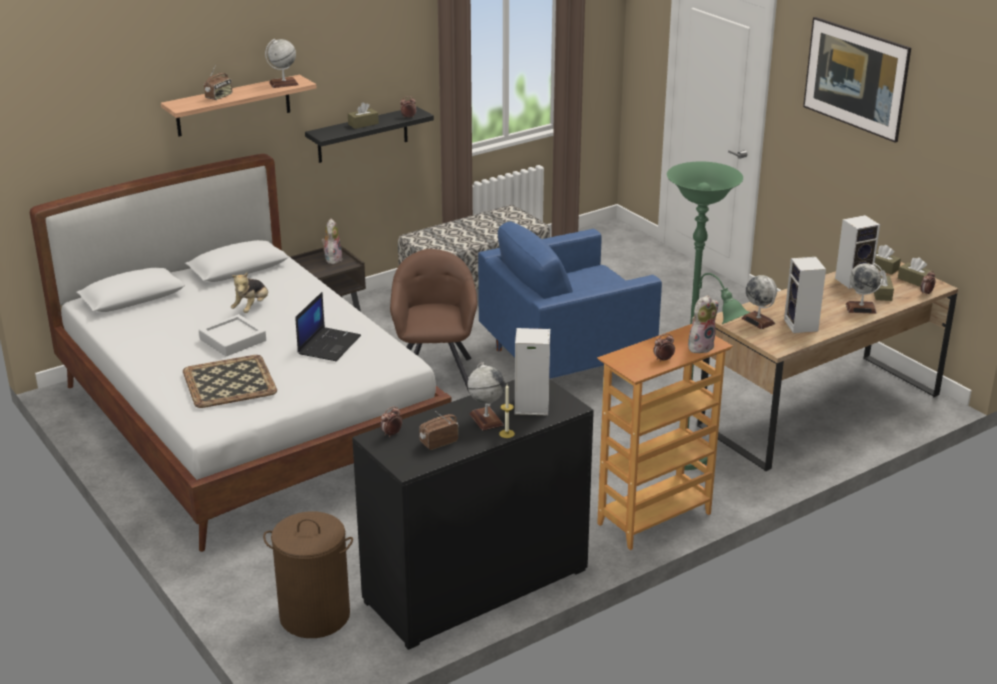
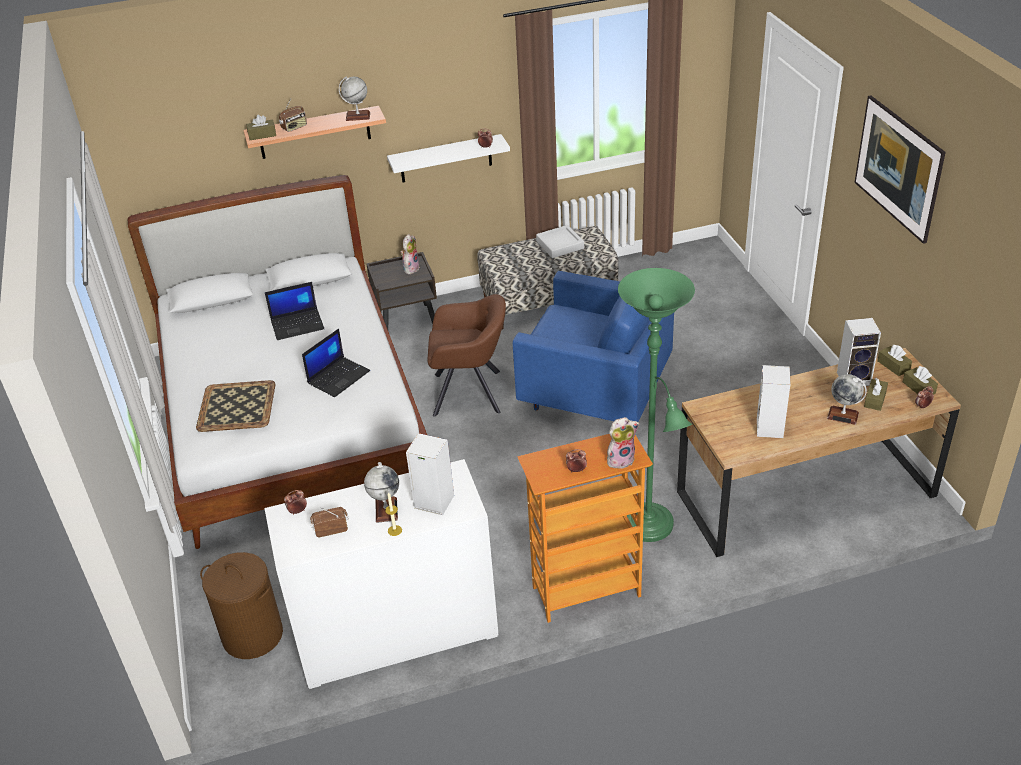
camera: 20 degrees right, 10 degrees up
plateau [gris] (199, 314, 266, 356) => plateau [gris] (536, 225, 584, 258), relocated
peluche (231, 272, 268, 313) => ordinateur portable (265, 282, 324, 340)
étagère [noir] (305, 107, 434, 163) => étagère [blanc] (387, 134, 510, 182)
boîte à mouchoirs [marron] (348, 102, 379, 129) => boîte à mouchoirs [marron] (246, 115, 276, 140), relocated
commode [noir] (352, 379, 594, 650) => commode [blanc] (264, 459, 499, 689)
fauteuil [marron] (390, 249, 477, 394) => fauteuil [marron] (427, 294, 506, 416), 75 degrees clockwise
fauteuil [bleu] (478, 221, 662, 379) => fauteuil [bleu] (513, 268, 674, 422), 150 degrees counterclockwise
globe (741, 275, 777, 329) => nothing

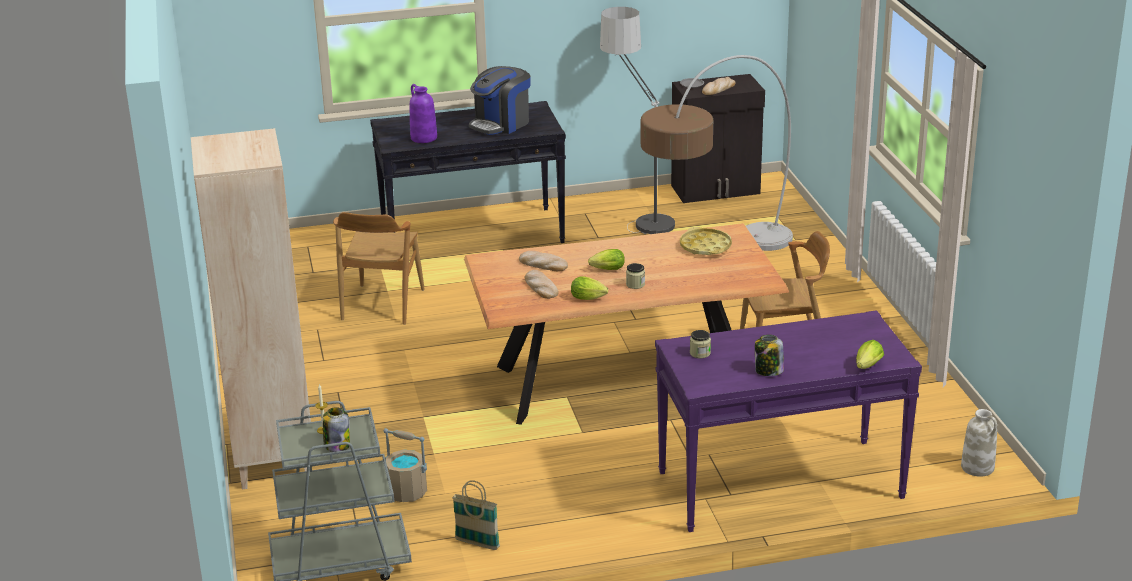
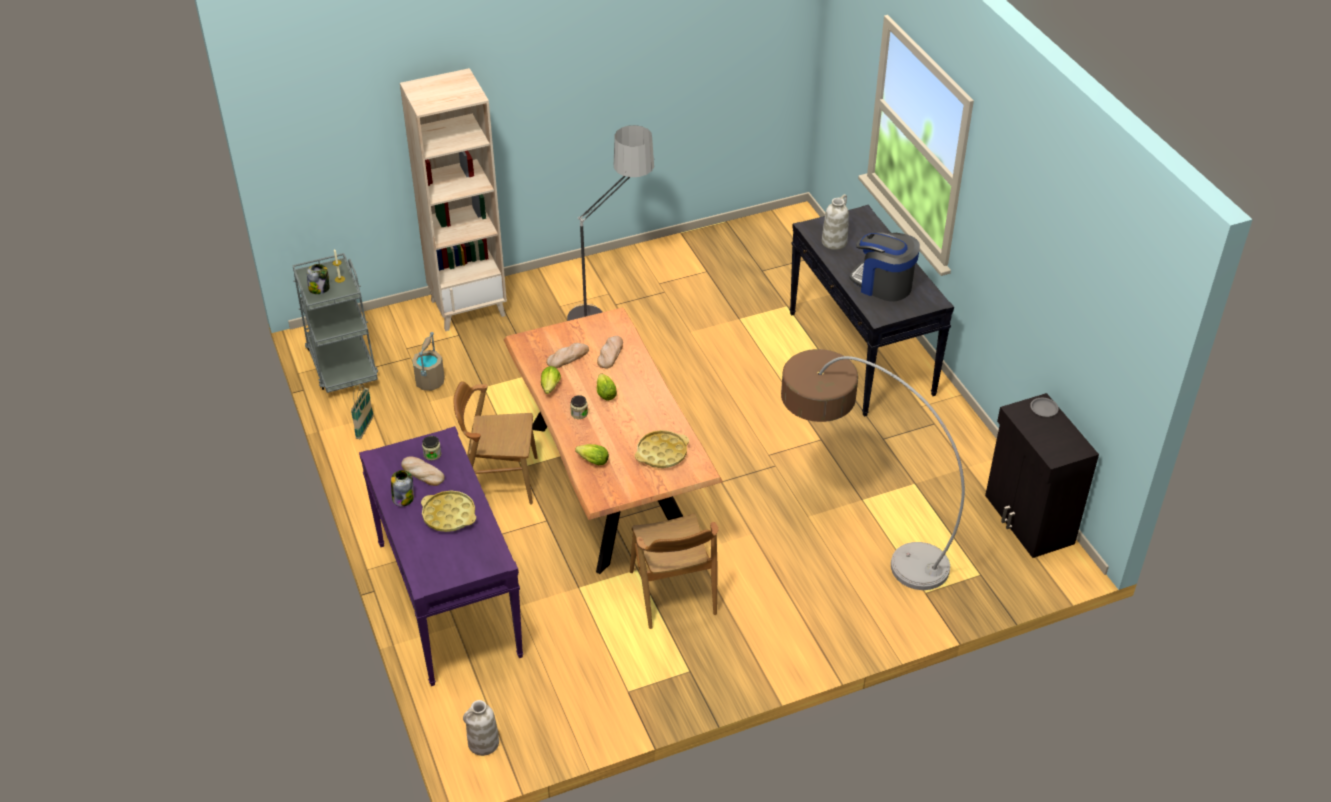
camera: 80 degrees right, 15 degrees up
chaise [marron] (333, 212, 425, 325) => chaise [marron] (453, 381, 538, 505), relocated
vase [violet] (410, 84, 437, 143) => vase [blanc] (822, 194, 849, 250)
lampadaire (600, 7, 675, 234) => lampadaire (567, 125, 654, 321), relocated
pain (702, 77, 736, 95) => pain (401, 456, 445, 486), relocated
laitue (856, 340, 884, 369) => laitue (575, 444, 609, 465), relocated
nothing => plateau [jaune] (421, 491, 476, 532)

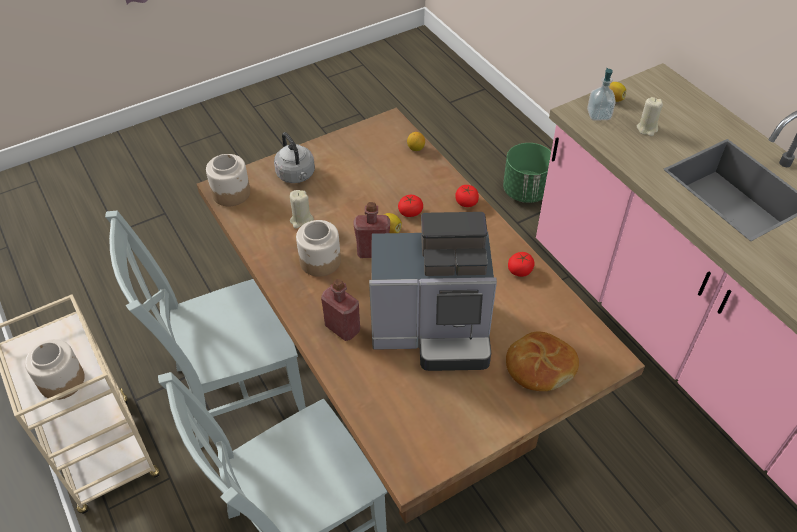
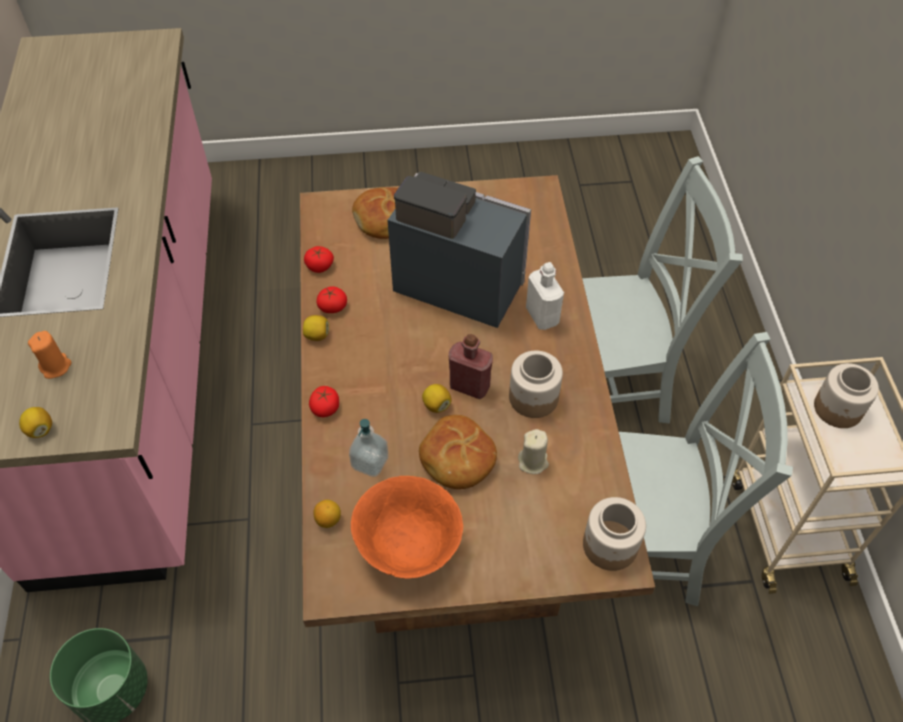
camera: 155 degrees left, 5 degrees up
bouilloire [gris] (274, 132, 315, 183) => nothing
bouteille [rouge] (321, 279, 360, 341) => bouteille [blanc] (526, 262, 564, 330)
tomate (398, 195, 423, 217) => tomate (304, 246, 334, 273), relocated
distributeur de savon (587, 68, 616, 121) => distributeur de savon (349, 419, 388, 477), relocated
bougie [beige] (637, 97, 663, 136) => bougie [orange] (28, 331, 72, 379)
nothing => citron (303, 315, 329, 341)
nothing => bol [orange] (351, 476, 463, 579)
nothing => pain (419, 415, 497, 489)

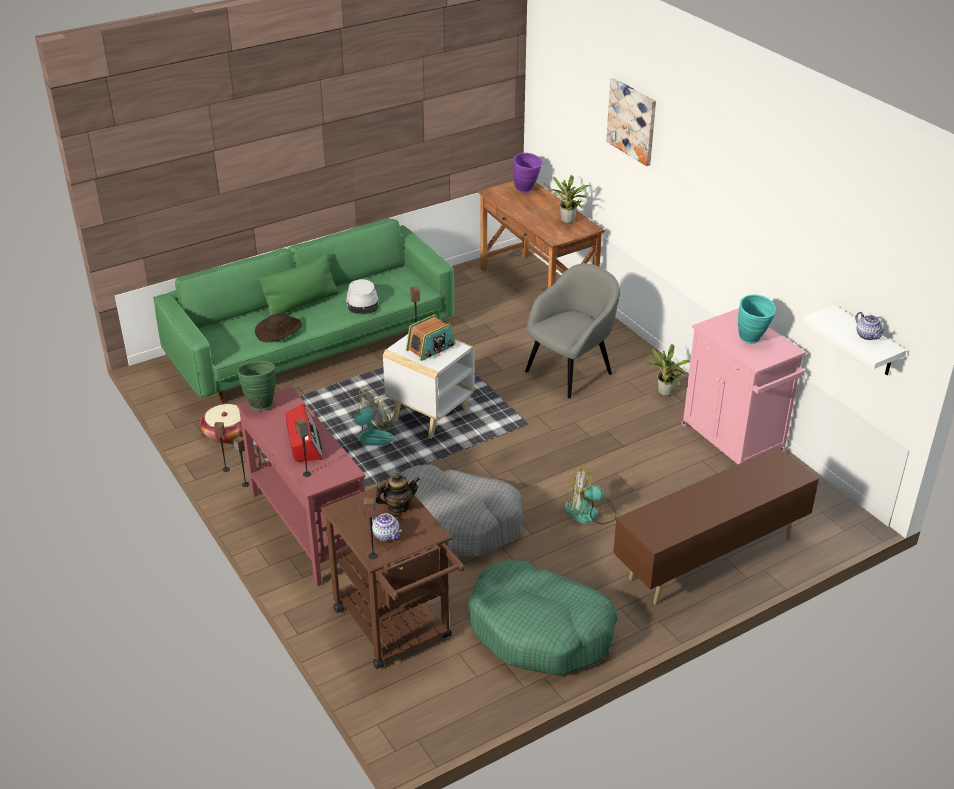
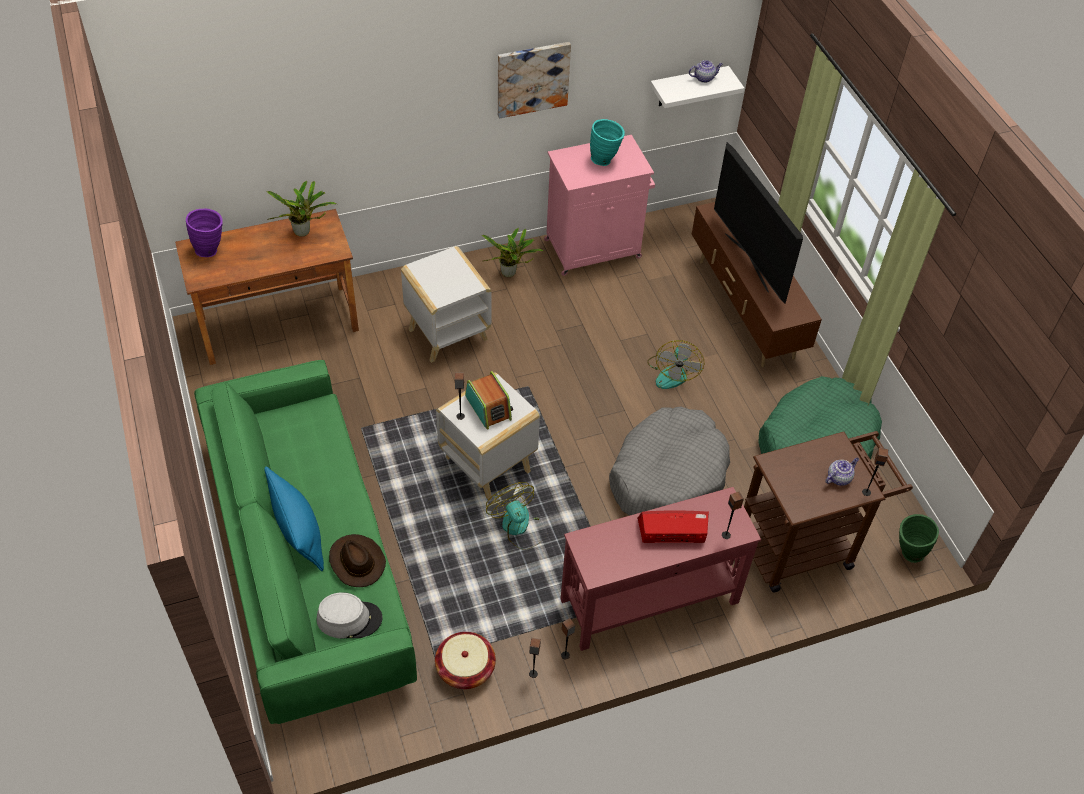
camera: 80 degrees left, 15 degrees up
vase [vert] (237, 361, 276, 411) => vase [vert] (899, 514, 939, 563), relocated
coussin [vert] (258, 253, 339, 316) => coussin [bleu] (264, 467, 324, 571)
chapeau [gris] (346, 279, 379, 314) => chapeau [gris] (317, 592, 382, 639), relocated
théière (375, 473, 420, 513) => nothing
fauteuil [gris] (525, 263, 620, 398) => table d'appoint [blanc] (401, 246, 492, 363)
tableau (606, 78, 656, 166) => tableau (498, 42, 571, 119), relocated
nothing => téléviseur (714, 142, 803, 304)

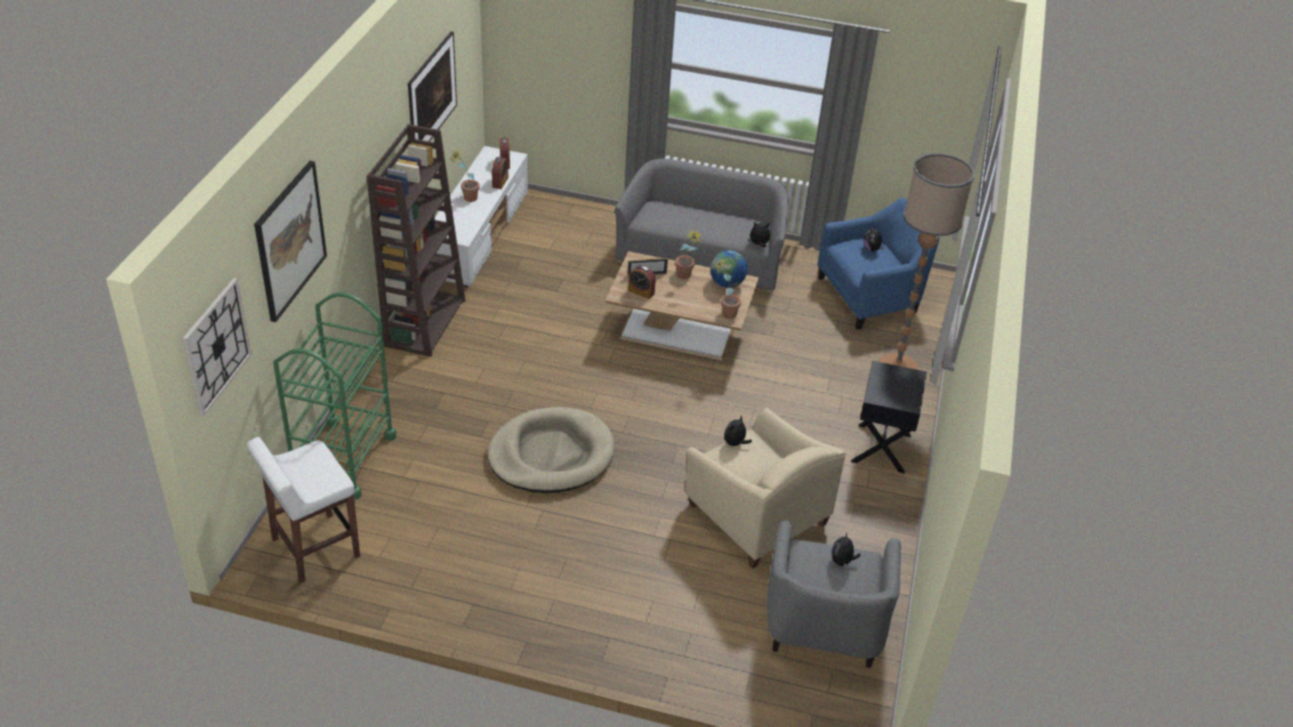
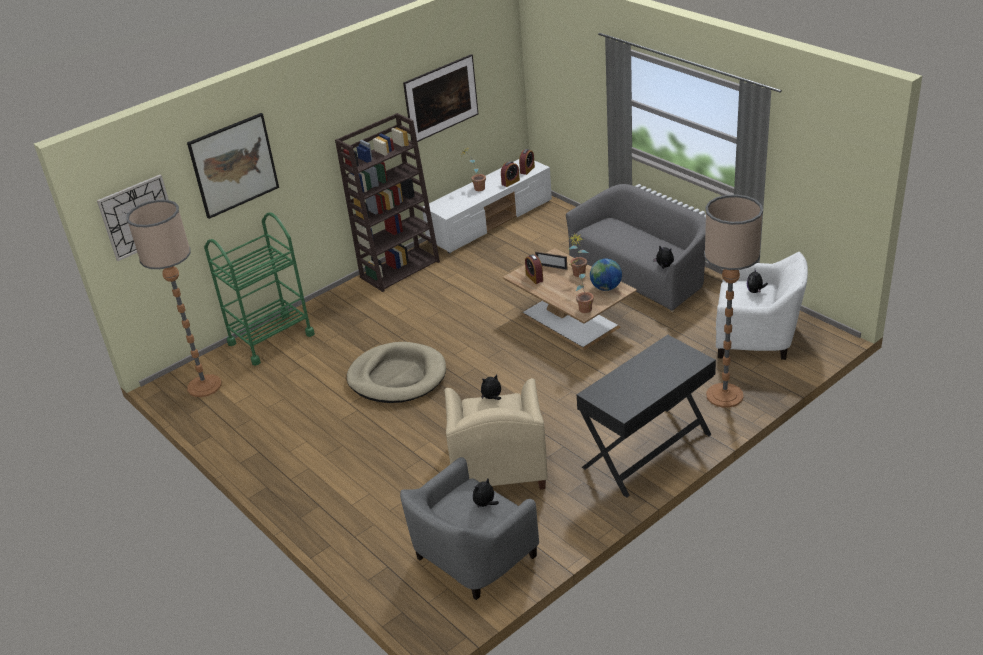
camera: 40 degrees right, 5 degrees down
tabouret [blanc] (247, 437, 360, 583) => lampadaire (126, 200, 222, 397)
fauteuil [bleu] (817, 198, 940, 330) => fauteuil [blanc] (716, 252, 808, 360)
table de chevet [noir] (851, 361, 927, 474) => bureau [noir] (577, 335, 716, 498)

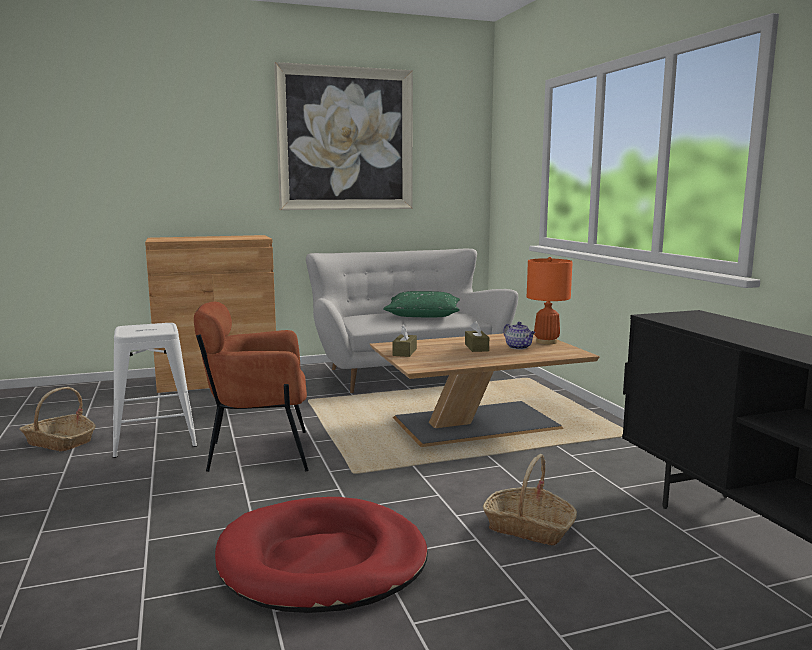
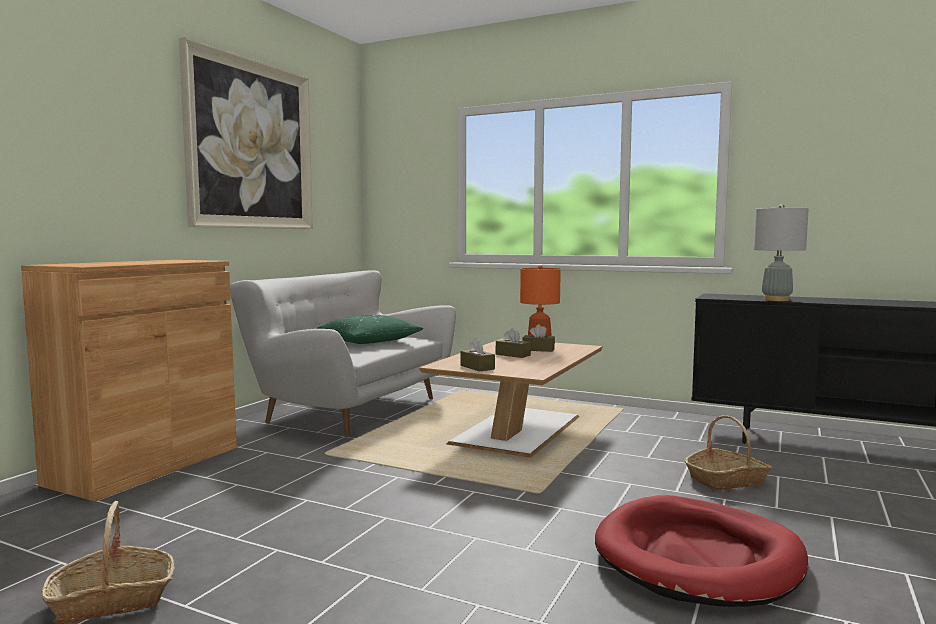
camera: 45 degrees left, 5 degrees down
tabouret [blanc] (113, 323, 197, 458) => nothing
fauteuil [marron] (194, 302, 309, 472) => nothing
théière (503, 322, 535, 349) => boîte à mouchoirs [marron] (522, 324, 555, 352)
nothing => lampe de table [gris] (753, 204, 809, 301)

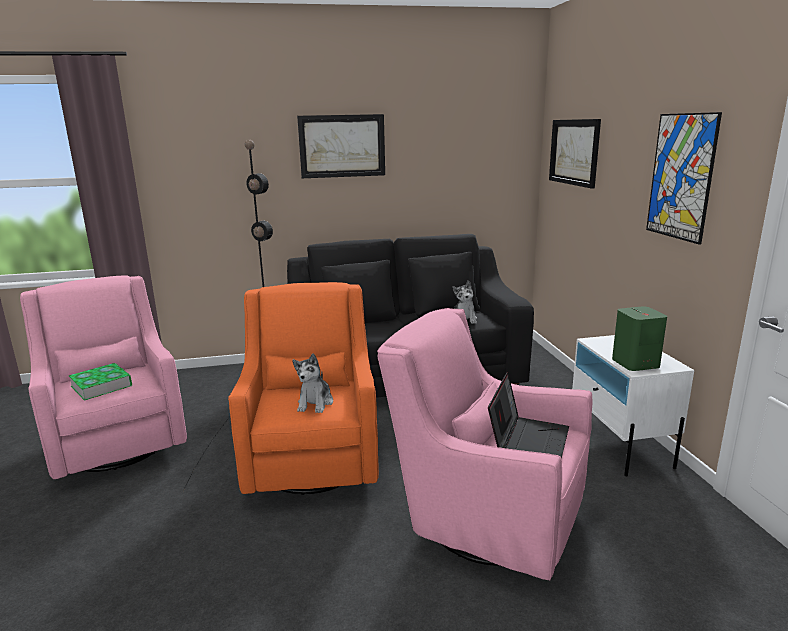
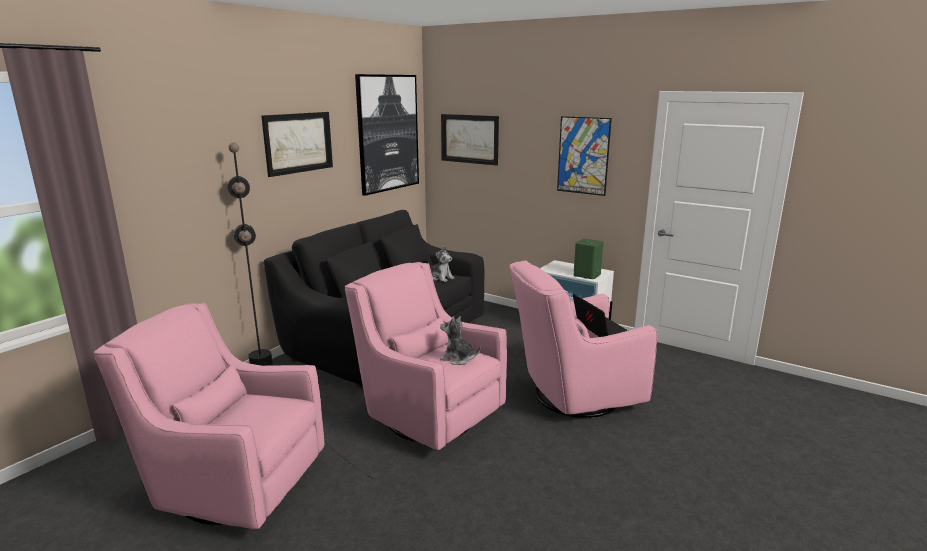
camera: 45 degrees left, 0 degrees up
livre (69, 363, 132, 401) => nothing
fauteuil [orange] (228, 282, 379, 495) => fauteuil [rose] (345, 262, 507, 450)
peluche (292, 353, 333, 413) => peluche (440, 316, 481, 365), 150 degrees clockwise
nothing => tableau (355, 74, 419, 196)

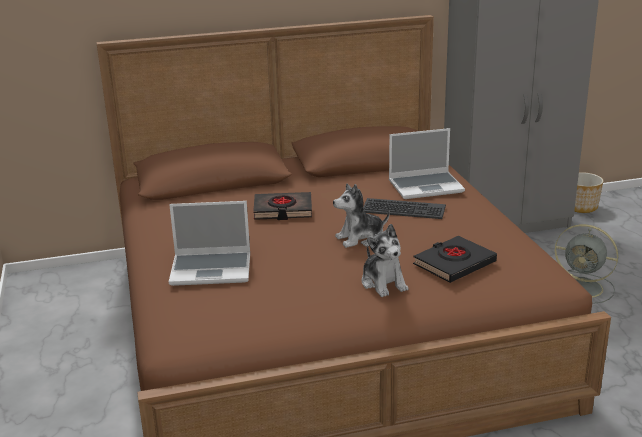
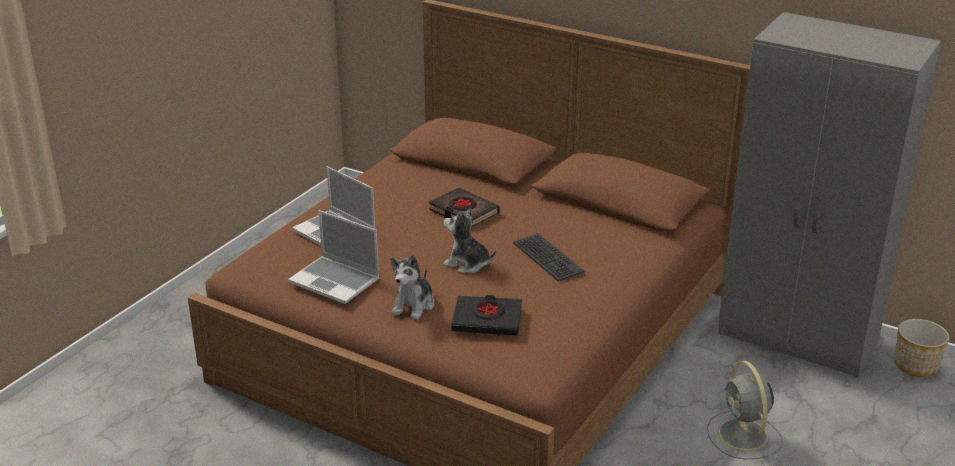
camera: 45 degrees right, 5 degrees up
ordinateur portable (389, 128, 465, 199) => ordinateur portable (288, 210, 380, 304), relocated

